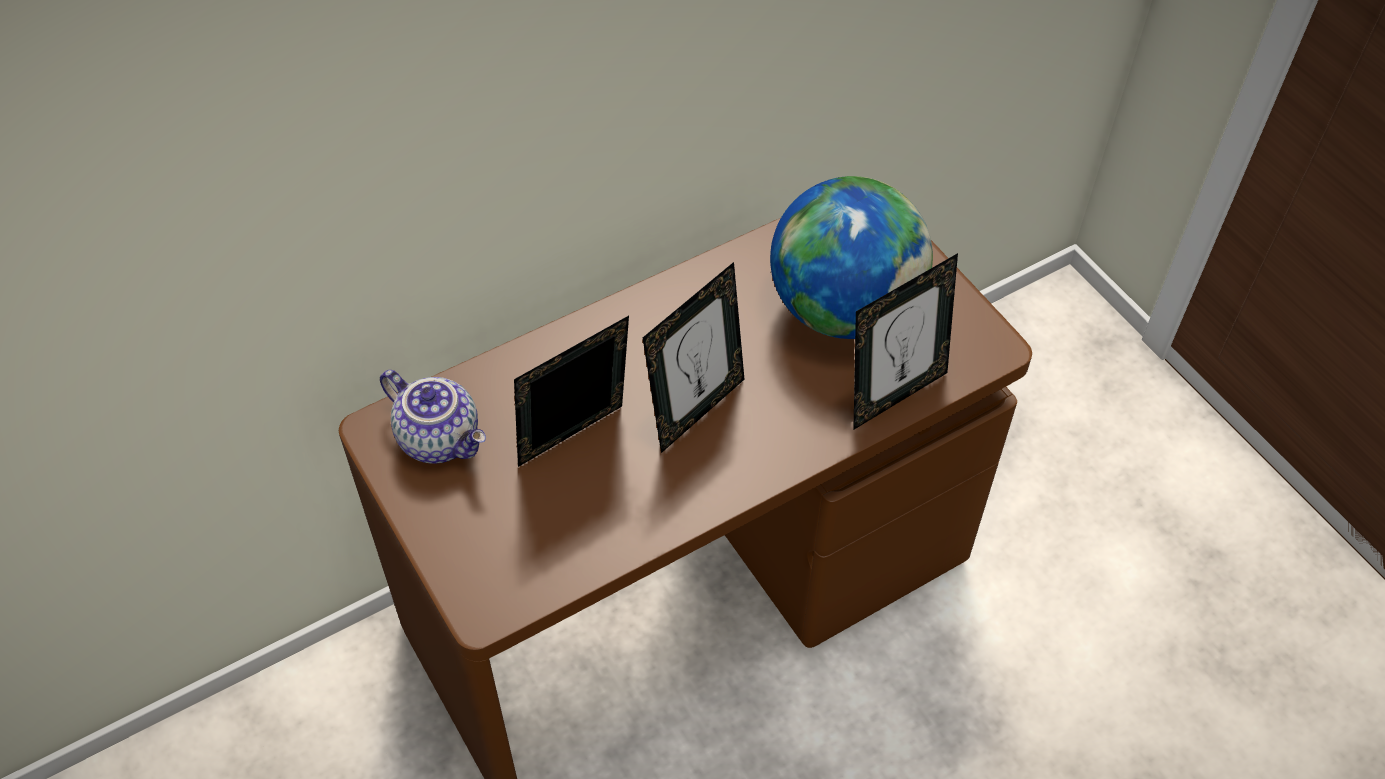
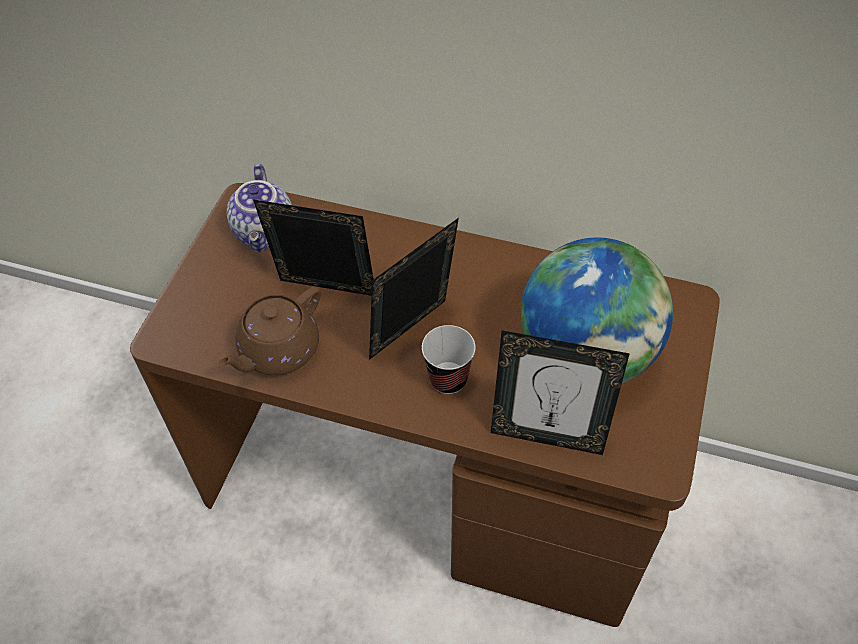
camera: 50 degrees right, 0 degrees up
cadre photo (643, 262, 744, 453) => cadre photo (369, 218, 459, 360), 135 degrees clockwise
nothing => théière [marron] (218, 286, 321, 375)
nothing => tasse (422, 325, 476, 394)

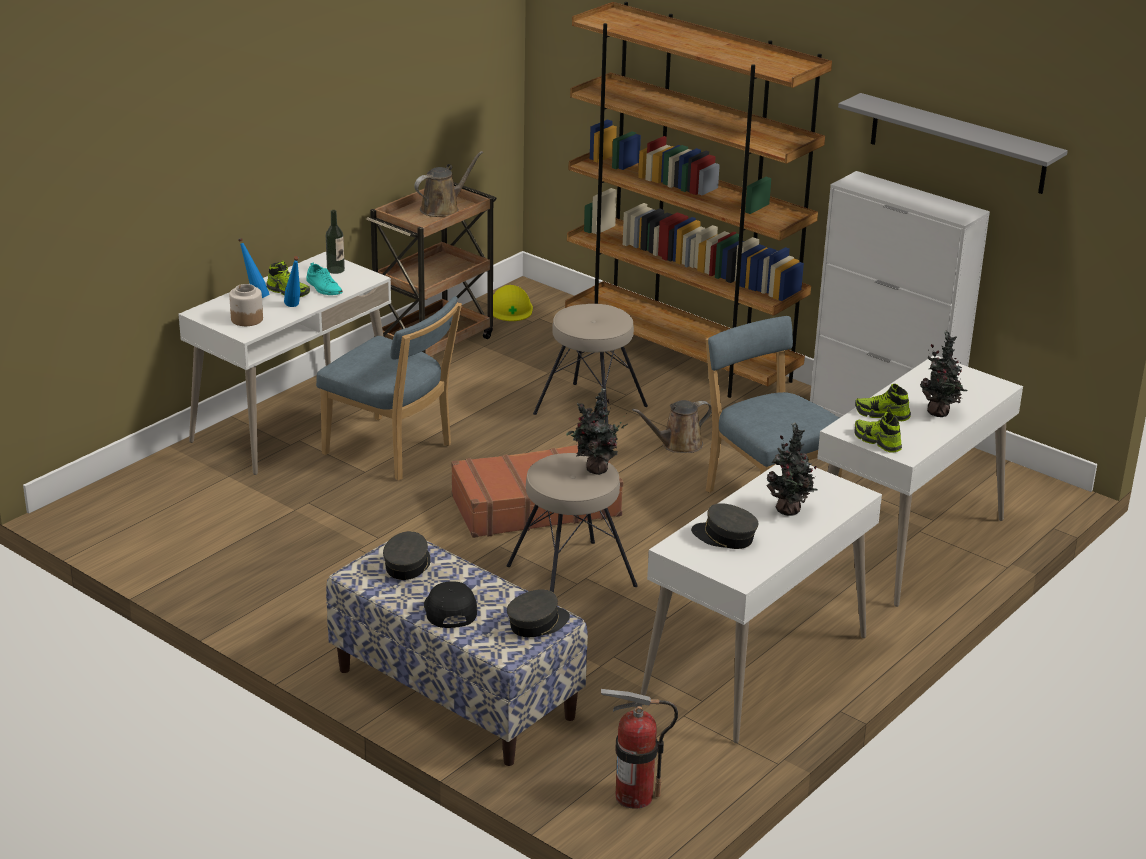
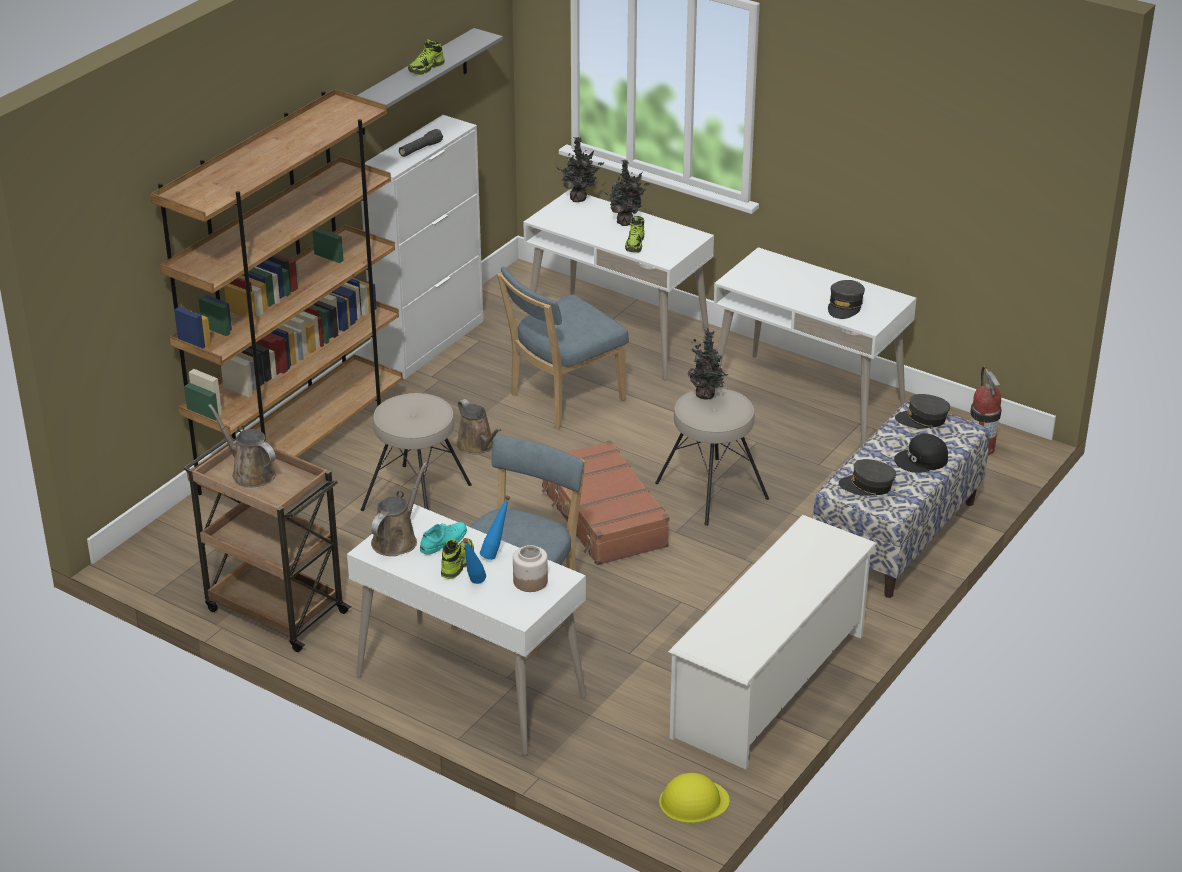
camera: 95 degrees left, 5 degrees up
bouteille (326, 210, 345, 274) => arrosoir [marron] (371, 462, 427, 556)
casque de chantier [jaune] (493, 285, 533, 321) => casque de chantier [jaune] (659, 773, 730, 823), relocated
casquette [gris] (507, 589, 570, 637) => casquette [gris] (895, 394, 950, 429), 45 degrees counterclockwise
plante en pot (766, 422, 818, 516) => plante en pot (555, 137, 604, 202), relocated
chaussure (854, 412, 902, 453) => chaussure (408, 39, 445, 75), relocated
nothing => lampe de poche [noir] (399, 129, 443, 157)
nothing => étagère à chaussures [blanc] (668, 515, 877, 769)

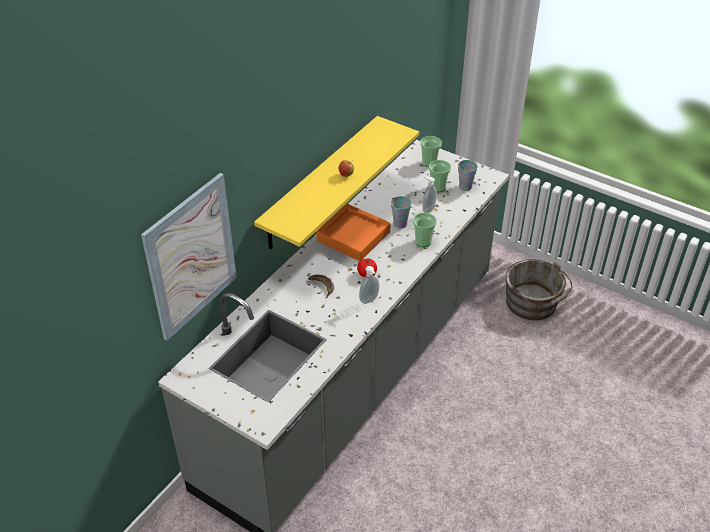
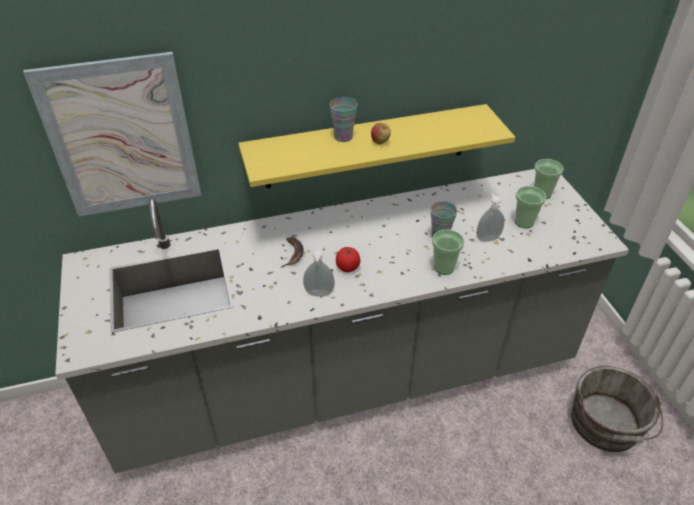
camera: 40 degrees right, 0 degrees up
plateau [orange] (317, 204, 390, 261) => nothing
tasse (458, 160, 478, 191) => tasse (329, 97, 357, 142), relocated

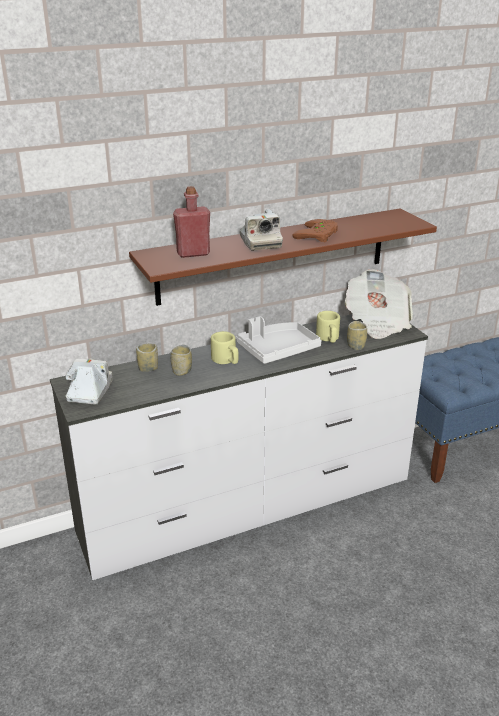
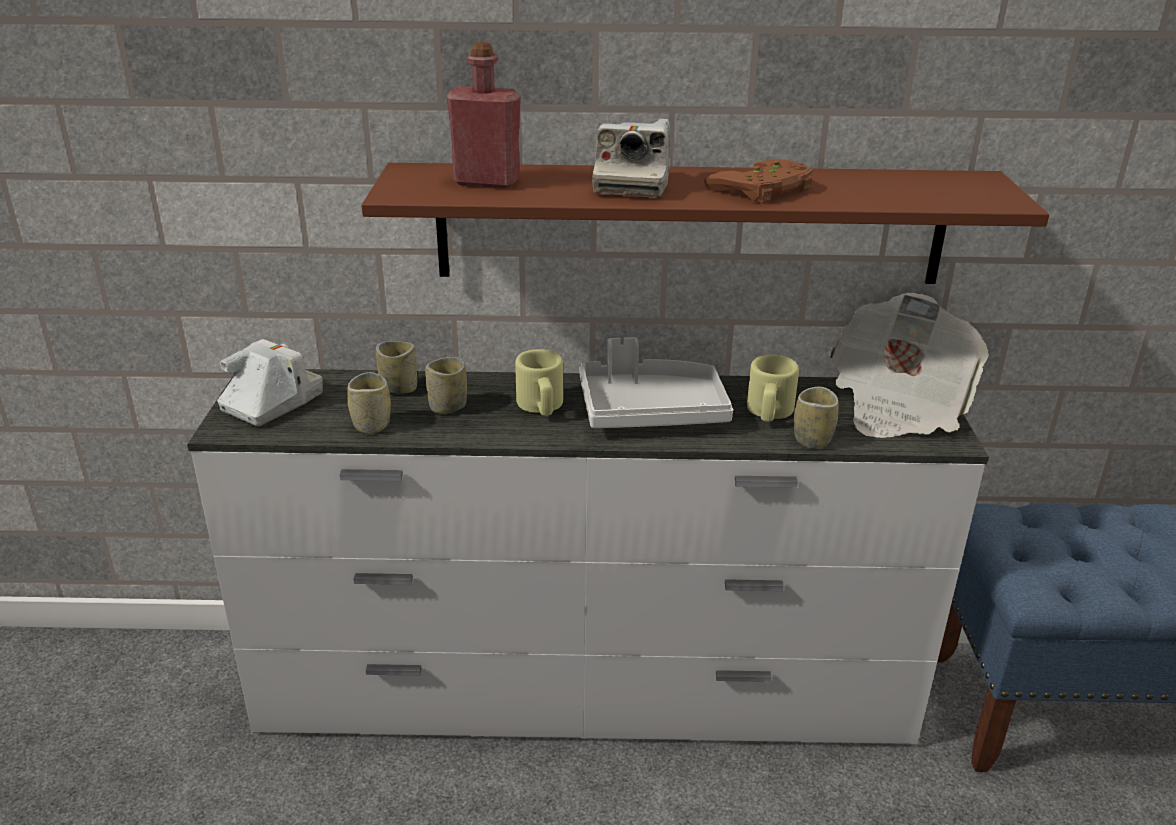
camera: 25 degrees right, 0 degrees up
nothing => tasse (347, 372, 391, 434)

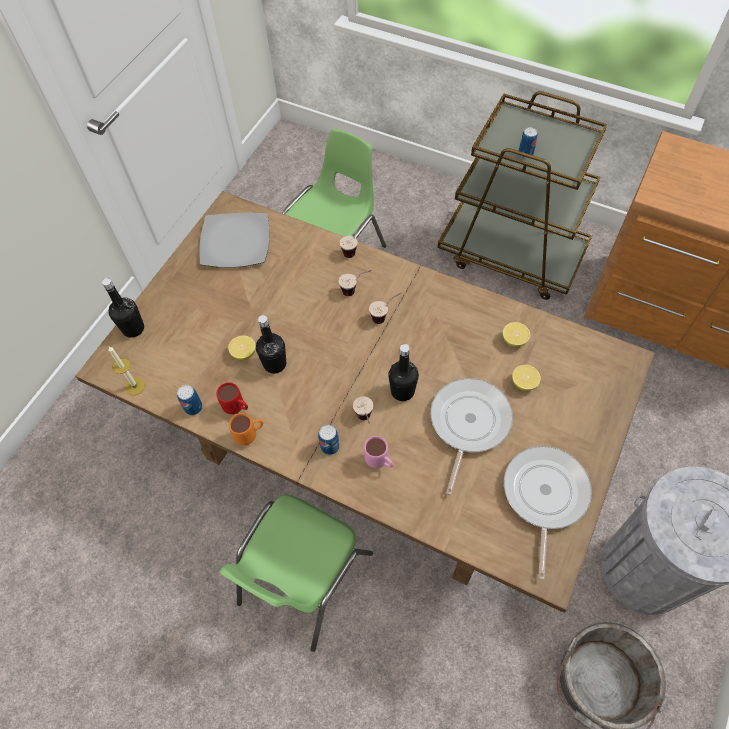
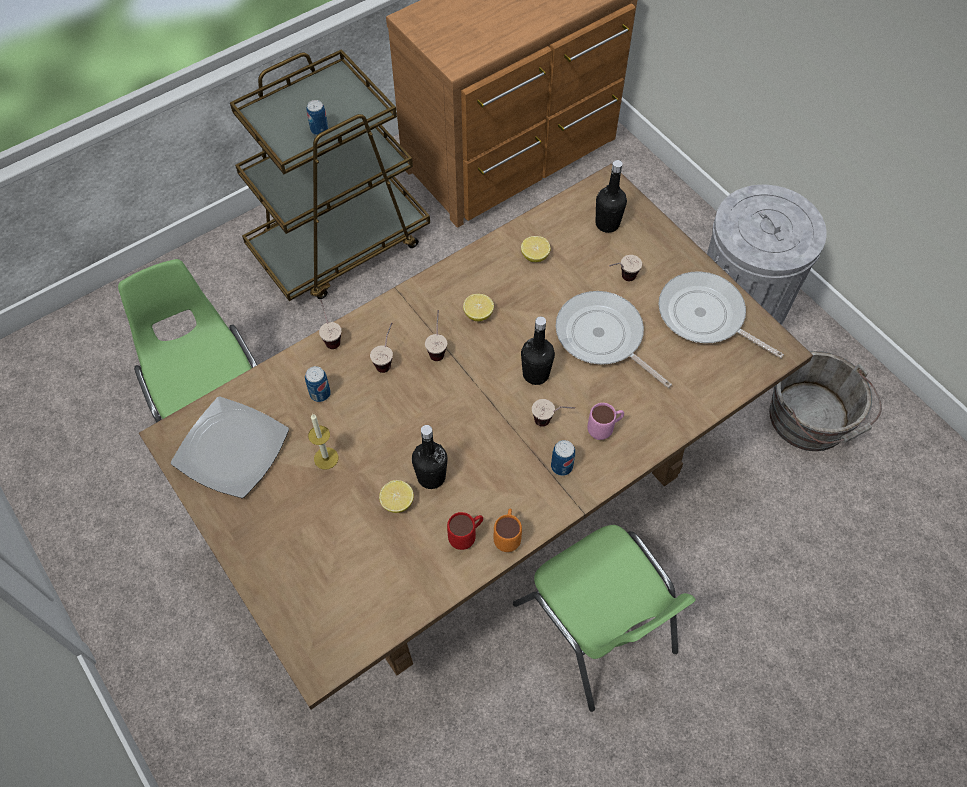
camera: 65 degrees left, 0 degrees up
bouteille [noir] (102, 278, 144, 338) => bouteille [noir] (596, 160, 627, 233), relocated
bougie (109, 347, 145, 395) => bougie (308, 414, 338, 470), relocated
boîte métallique (177, 385, 202, 415) => boîte métallique (305, 366, 331, 402), relocated
citron (512, 365, 541, 391) => citron (463, 294, 494, 321), relocated
nothing => tasse (609, 255, 642, 281)

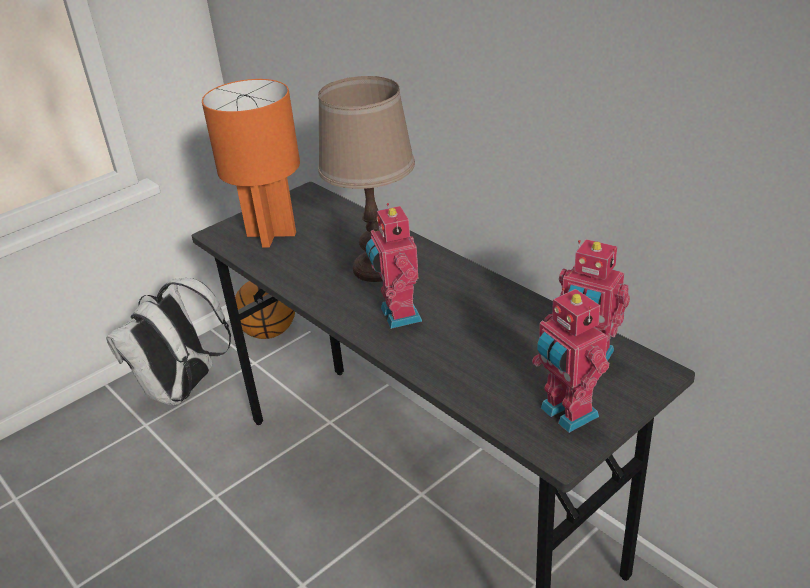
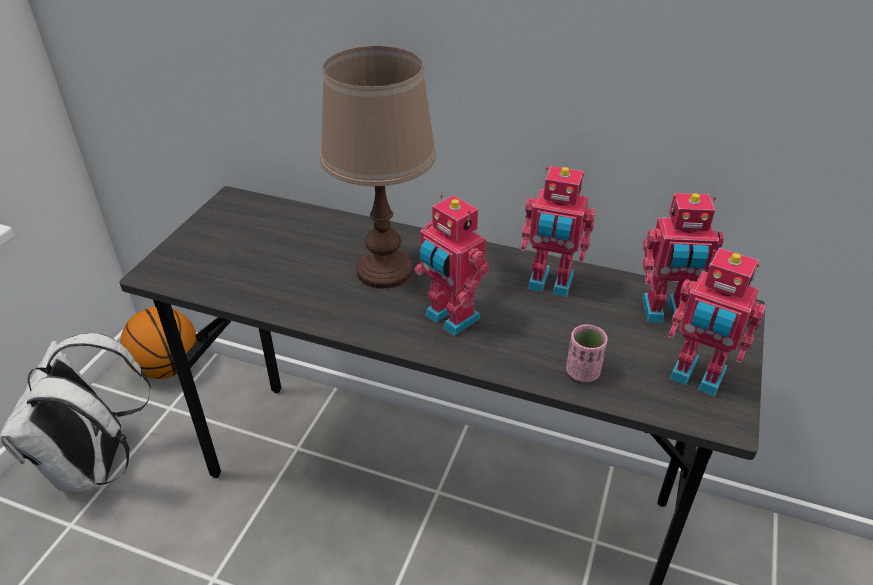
camera: 30 degrees left, 5 degrees up
lampe de table [orange] (202, 79, 300, 247) => nothing
nothing => robot jouet (521, 166, 595, 297)
nothing => tasse [rose] (566, 325, 608, 382)

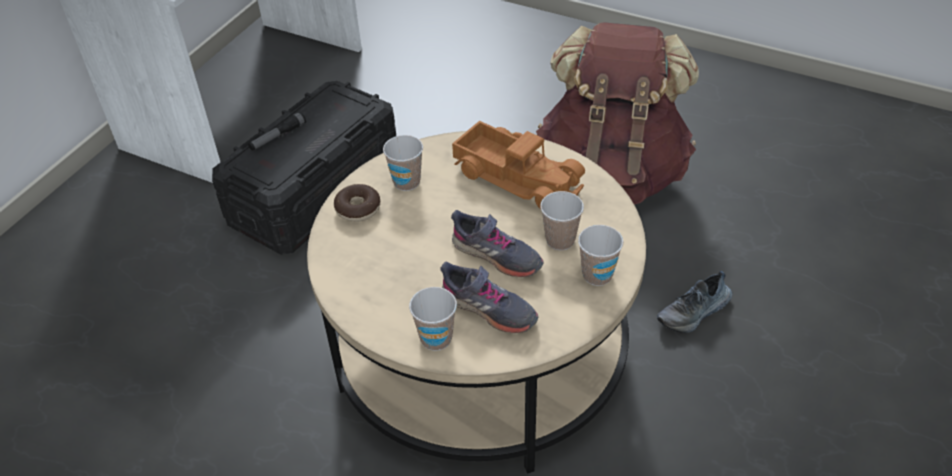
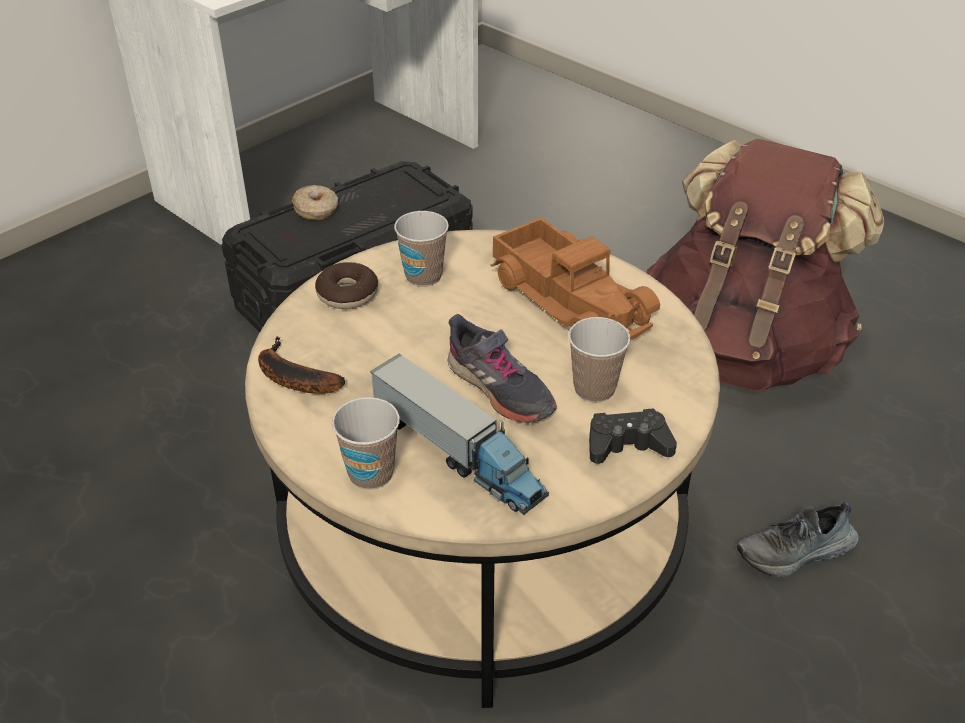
camera: 15 degrees right, 5 degrees down
lampe de poche (248, 112, 306, 151) => beignet (292, 185, 338, 220)
chaussure [gris] (440, 262, 538, 333) => camion jouet (370, 353, 549, 515)
tasse (578, 225, 623, 286) => manette [noir] (589, 408, 677, 464)
nothing => banane (258, 336, 345, 394)

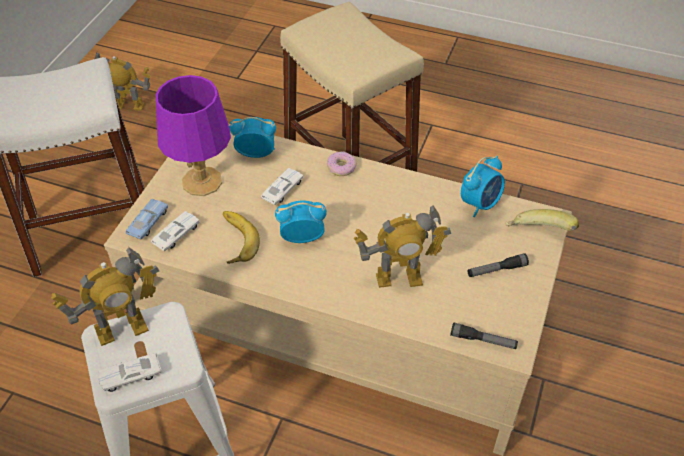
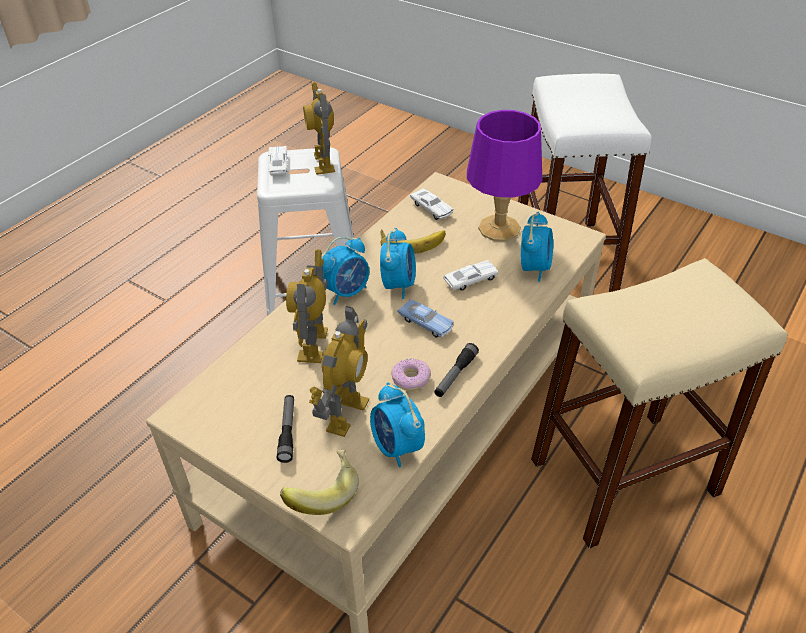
camera: 105 degrees right, 5 degrees down
robot jouet (94, 52, 151, 111) => robot jouet (309, 306, 369, 437), relocated
petite voiture [bleu] (126, 199, 168, 239) => petite voiture [bleu] (398, 300, 454, 338), relocated
petite voiture [blanc] (261, 168, 303, 205) => petite voiture [blanc] (443, 260, 498, 291), 75 degrees counterclockwise
beignet (327, 152, 357, 176) => beignet (391, 358, 431, 391), relocated
lampe de poche (450, 322, 518, 349) => lampe de poche (434, 343, 479, 397), relocated
nothing => réveil (321, 237, 369, 305)

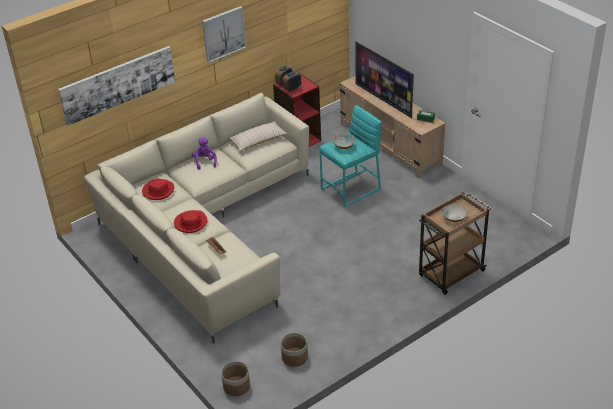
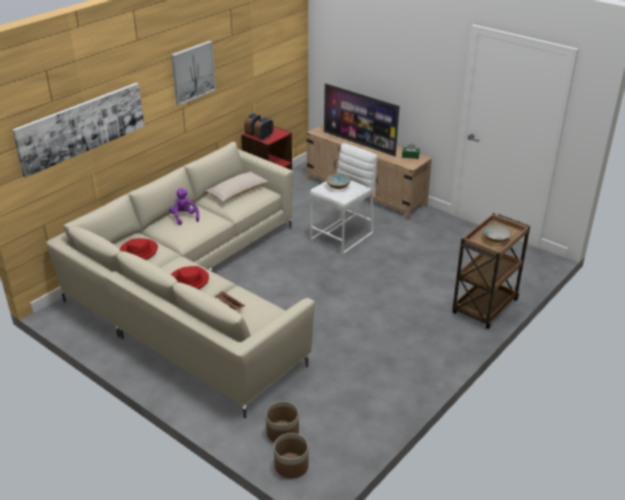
camera: 15 degrees left, 5 degrees down
cache-pot (281, 333, 308, 367) => cache-pot (266, 401, 299, 443), relocated
tabouret [turquoise] (319, 105, 382, 208) => tabouret [blanc] (310, 143, 377, 255)

